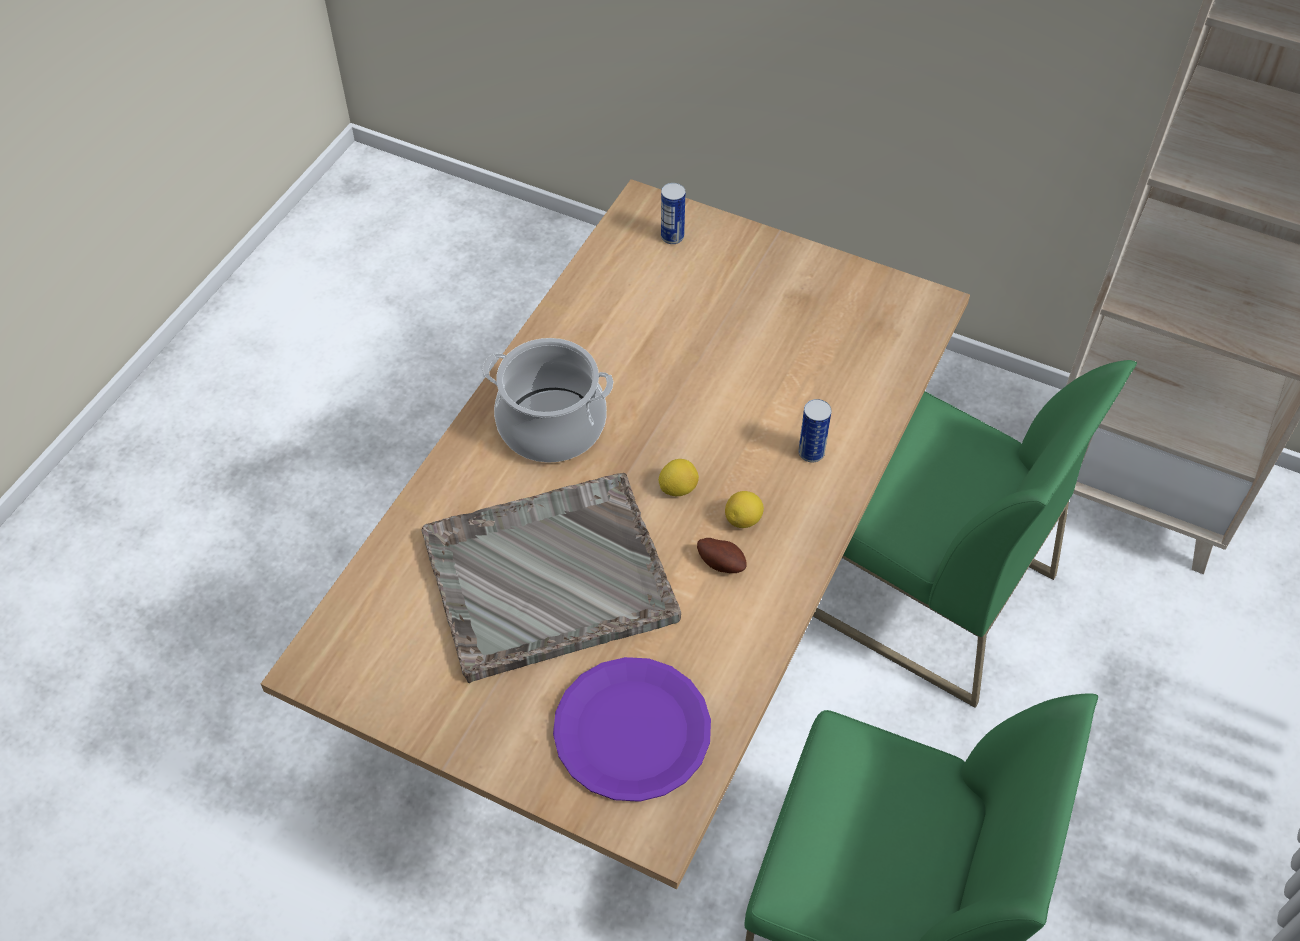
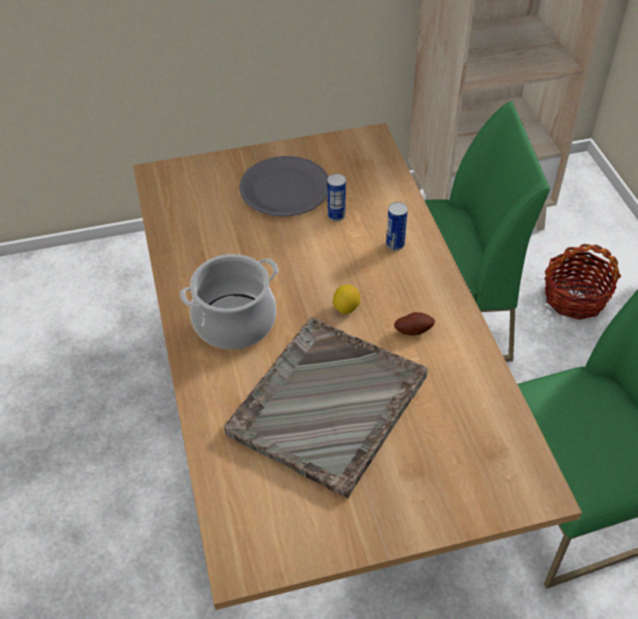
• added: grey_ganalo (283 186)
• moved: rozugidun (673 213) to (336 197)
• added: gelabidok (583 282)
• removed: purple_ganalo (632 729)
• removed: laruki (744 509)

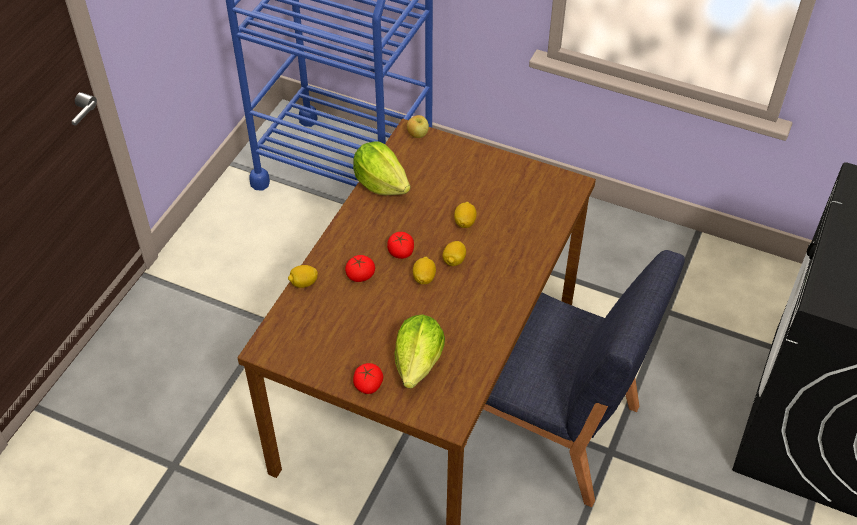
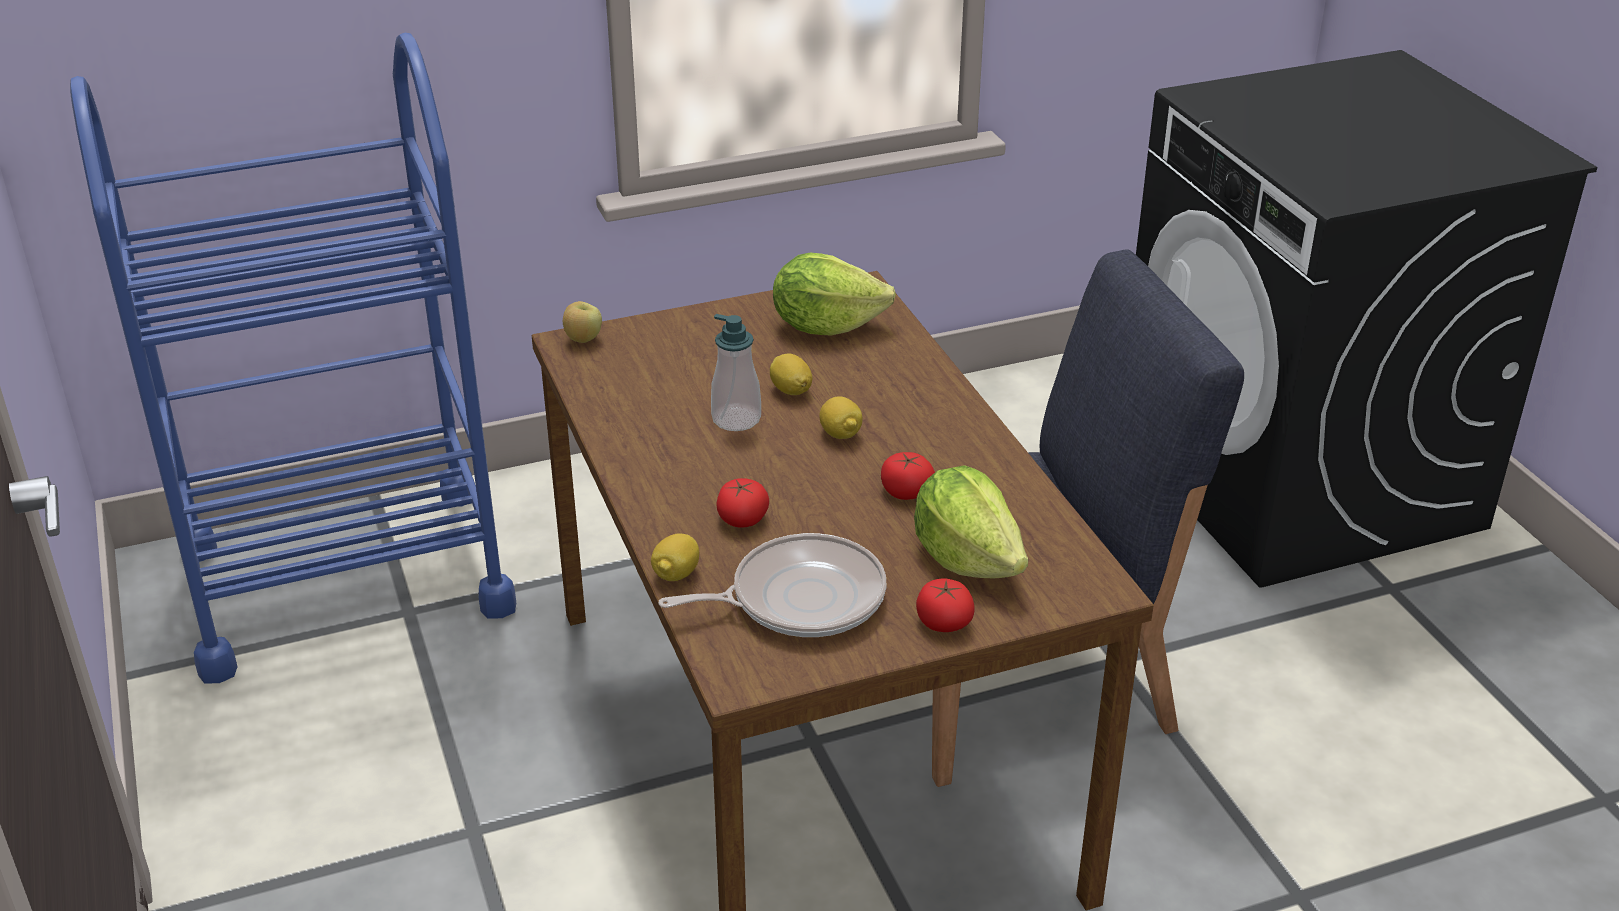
• added: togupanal (772 585)
• added: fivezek (736 372)
• moved: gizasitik (381 168) to (834 294)
• moved: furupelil (400 245) to (908 476)
• removed: laruki (424 270)

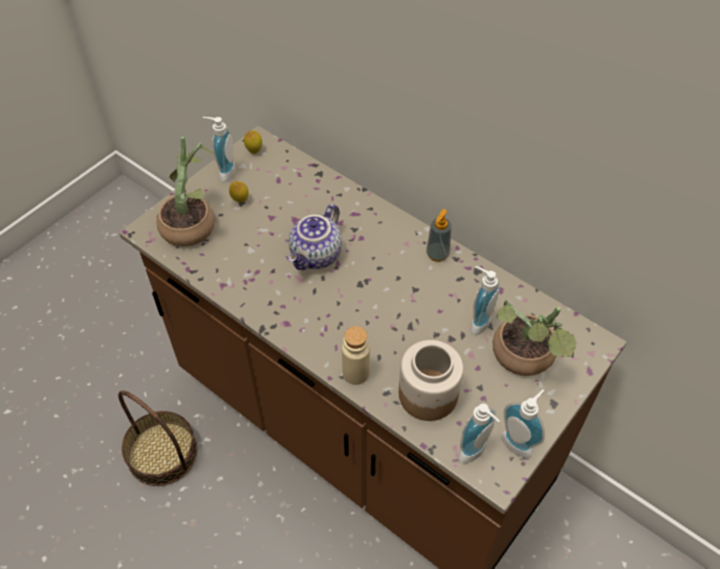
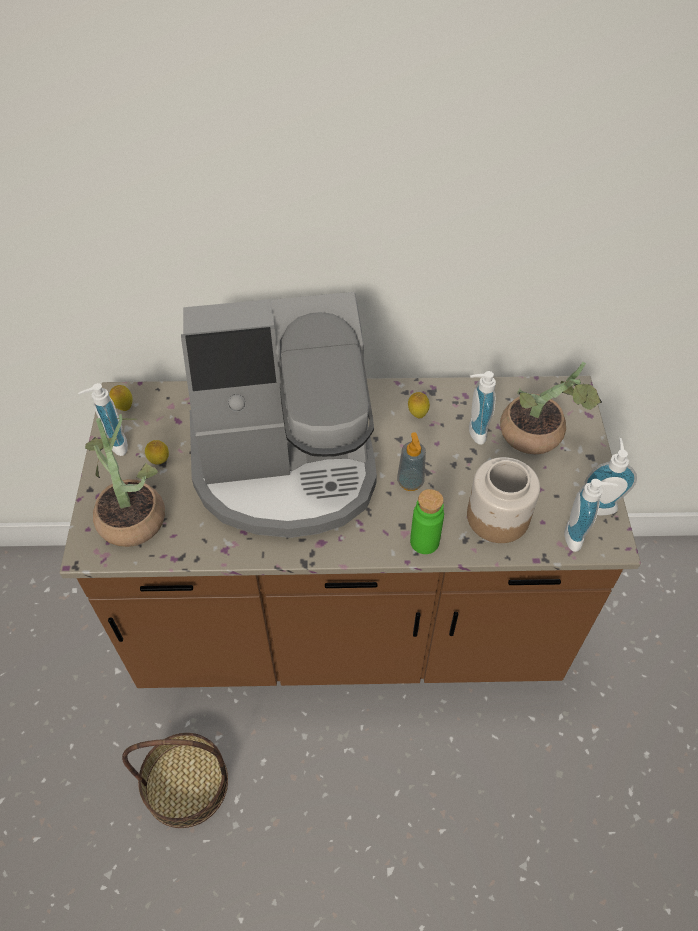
• replaced: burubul (315 237) to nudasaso (279 415)
• moved: fivezek (439 235) to (411 461)
• added: laruki (419 405)
• recoloured: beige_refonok (356 355) to green_refonok (427 521)

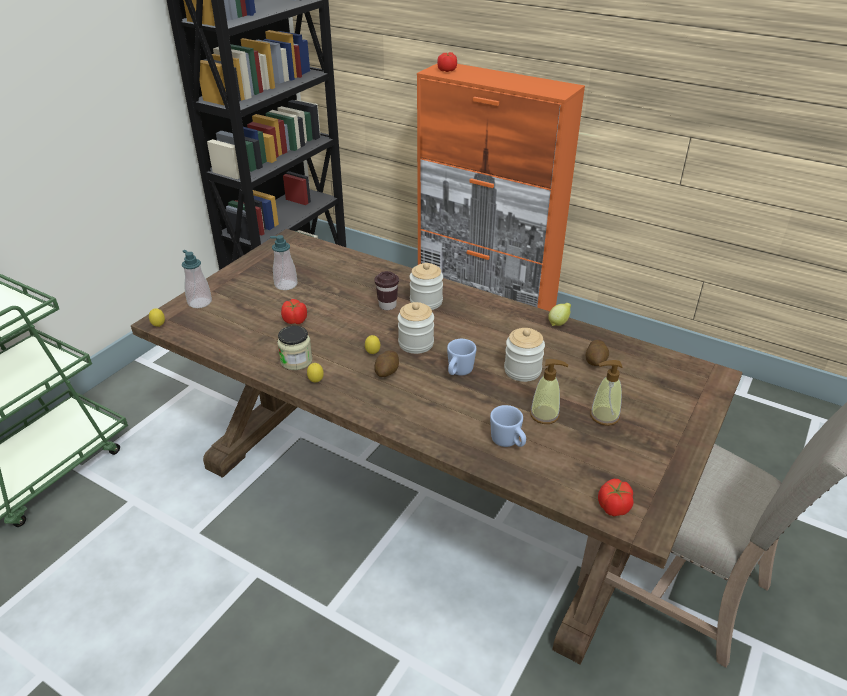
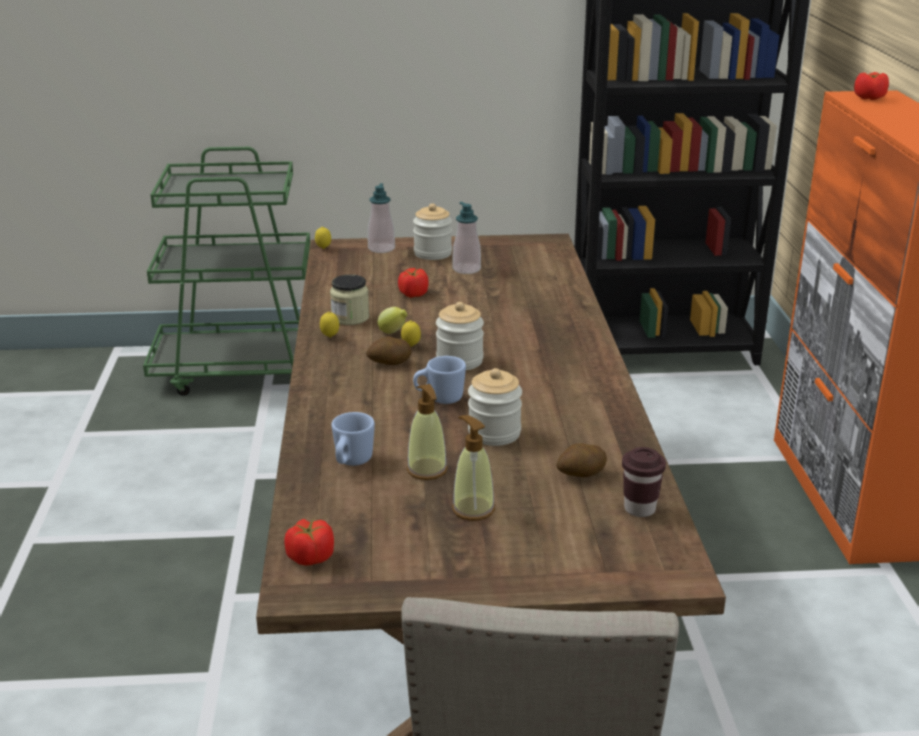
• moved: laruki (559 314) to (392 320)
• moved: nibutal (426 286) to (432 231)
• moved: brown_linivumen (387 290) to (644 482)

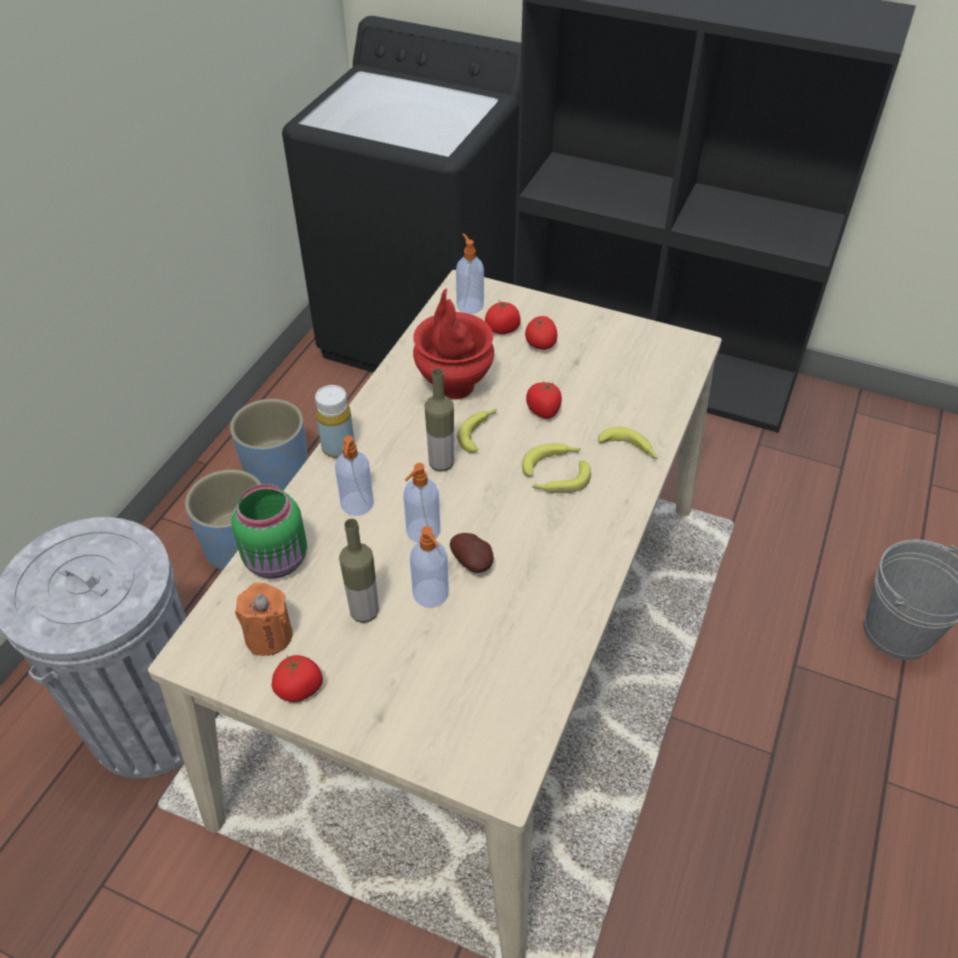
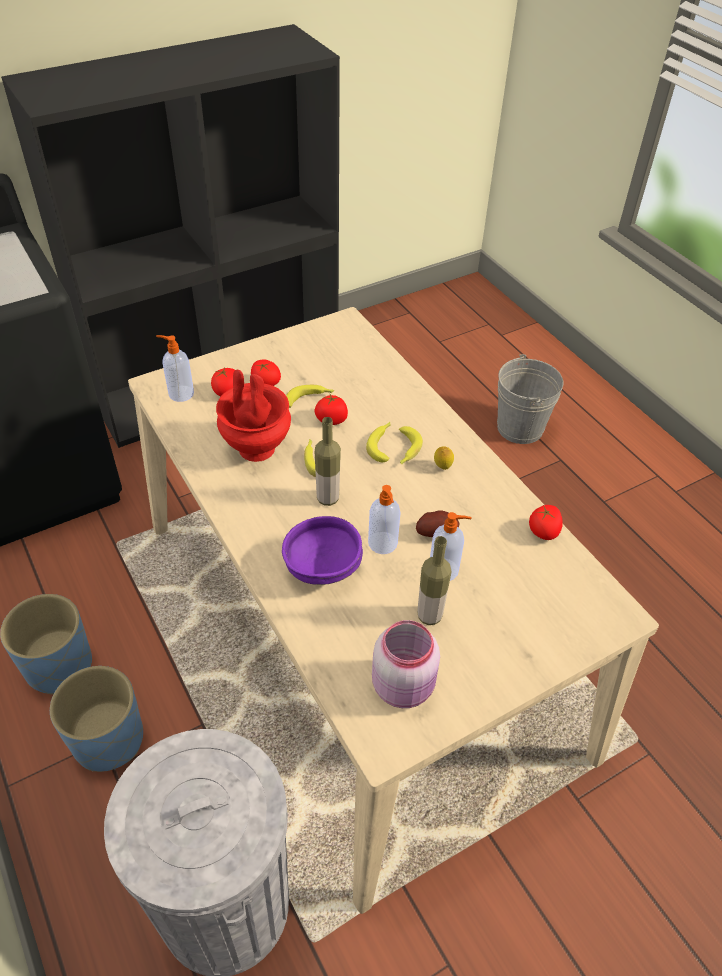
• replaced: fivezek (354 476) to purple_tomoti (322 550)
• moved: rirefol (628 443) to (310 396)
• replaced: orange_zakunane (264 619) to pink_nibutal (406 664)
• added: laruki (444 458)
• moved: furupelil (297 678) to (546 522)
• removed: green_nibutal (269 531)
• removed: yellow_refonok (335 421)

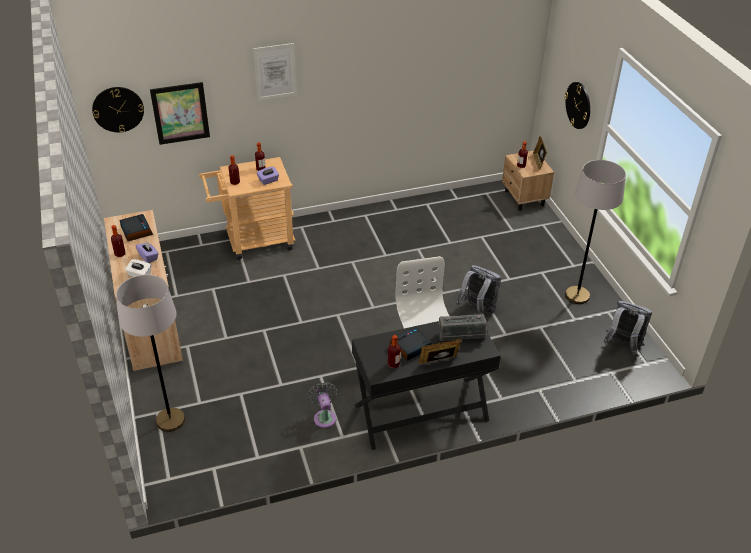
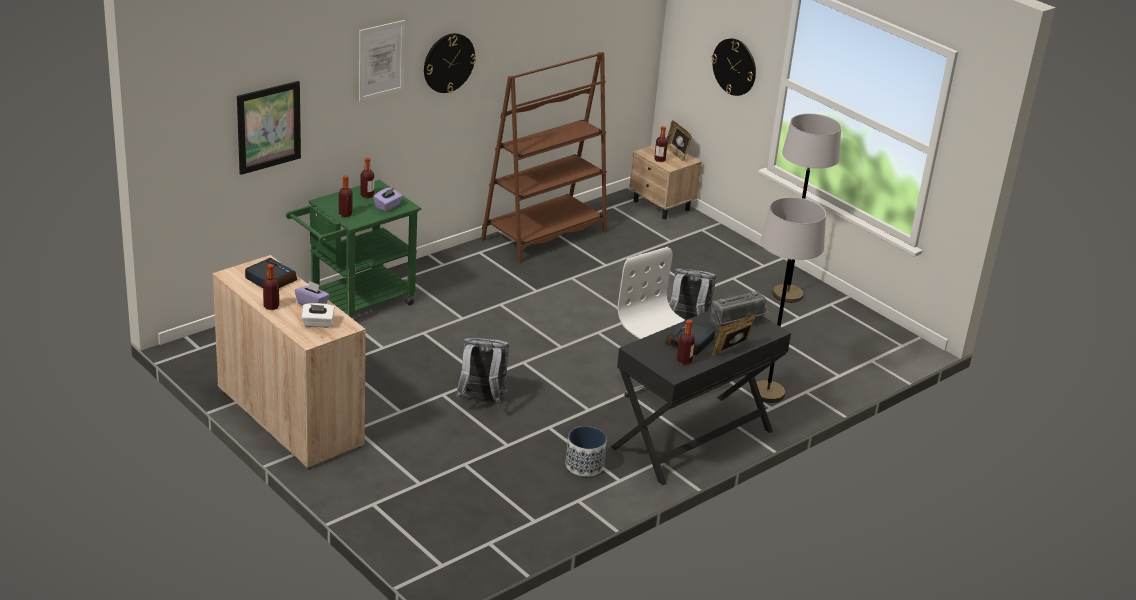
• recoloured: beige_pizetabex (247 208) to green_pizetabex (353 250)
• moved: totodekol (118 110) to (450 63)
• moved: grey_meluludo (628 328) to (482 371)
• added: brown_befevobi (544 157)
• replaced: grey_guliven (322 405) to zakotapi (586 451)
• moved: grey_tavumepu (150 353) to (788 300)

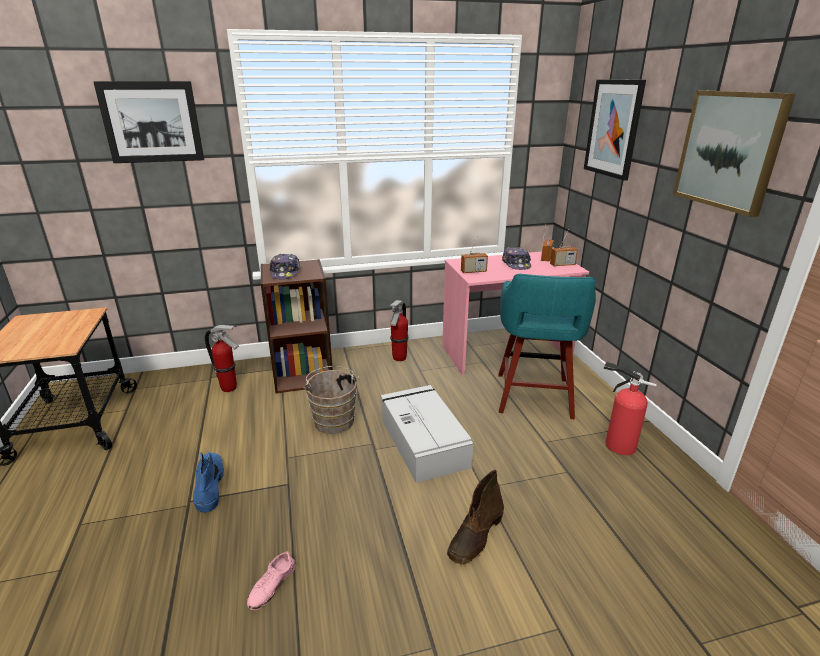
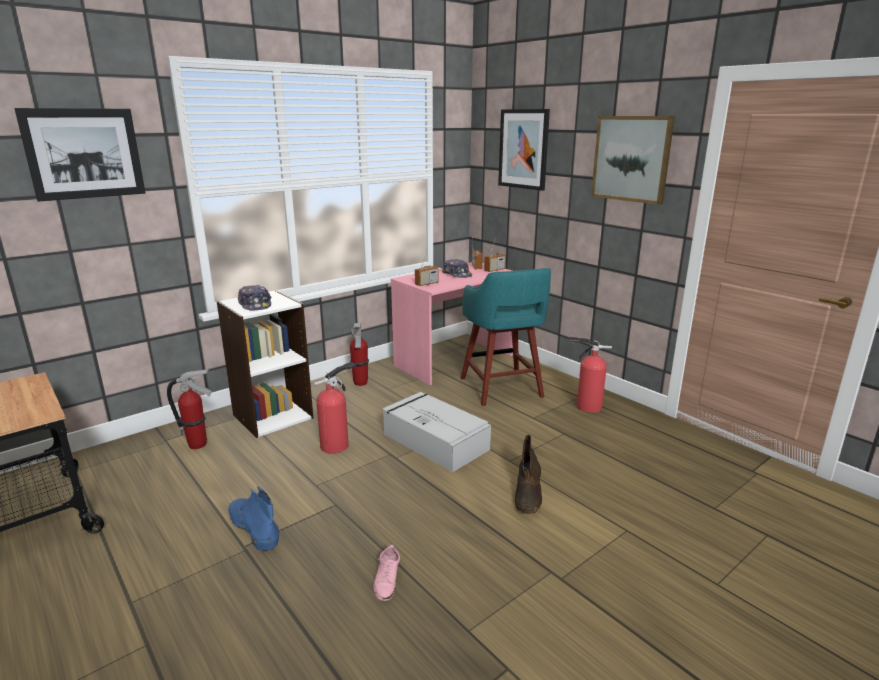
• recoloured: brown_befevobi (296 326) to white_befevobi (265 364)
• replaced: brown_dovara (331 400) to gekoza (334 408)

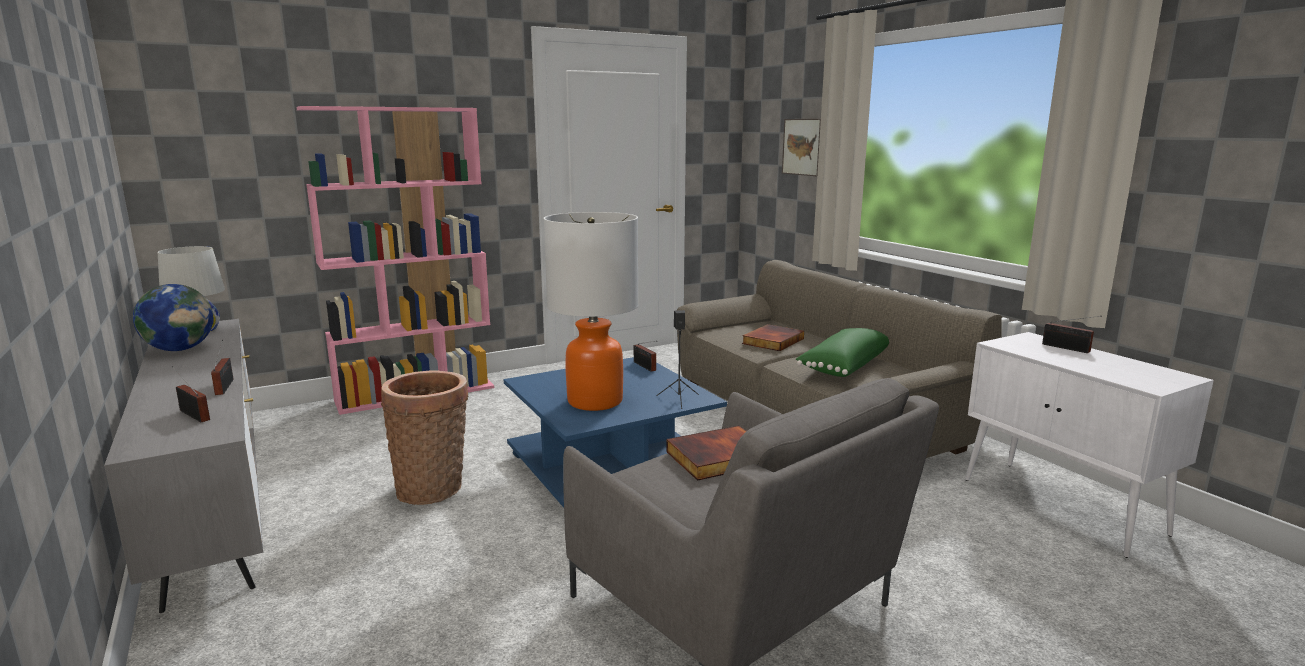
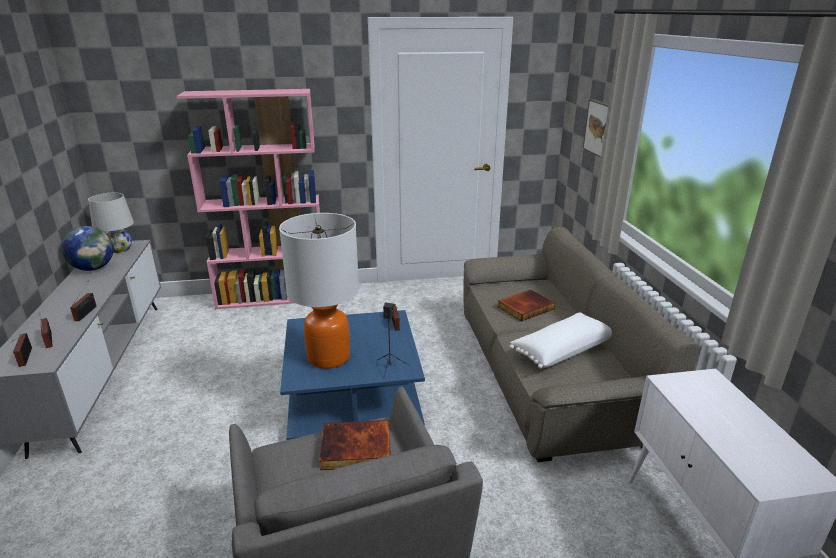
• moved: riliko (1071 334) to (22 350)
• recoloured: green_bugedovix (842 352) to white_bugedovix (560 340)
• removed: gelabidok (424 437)

